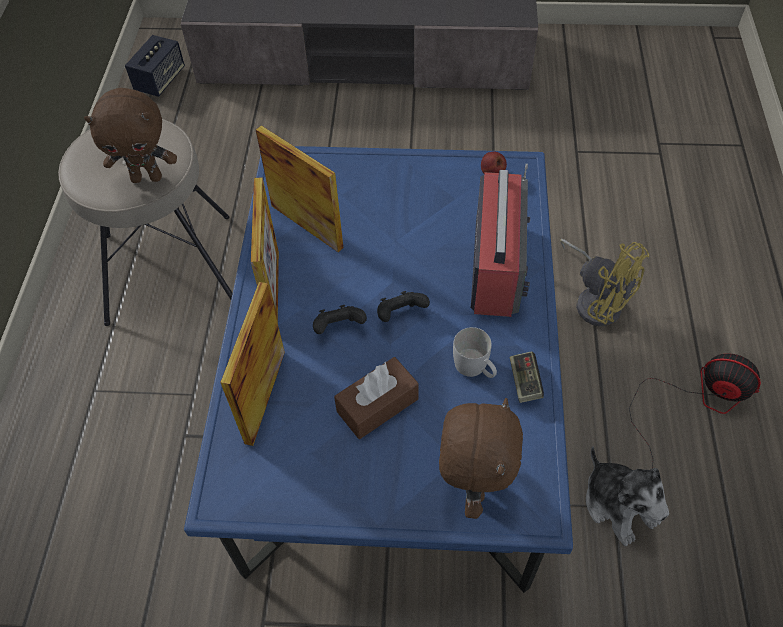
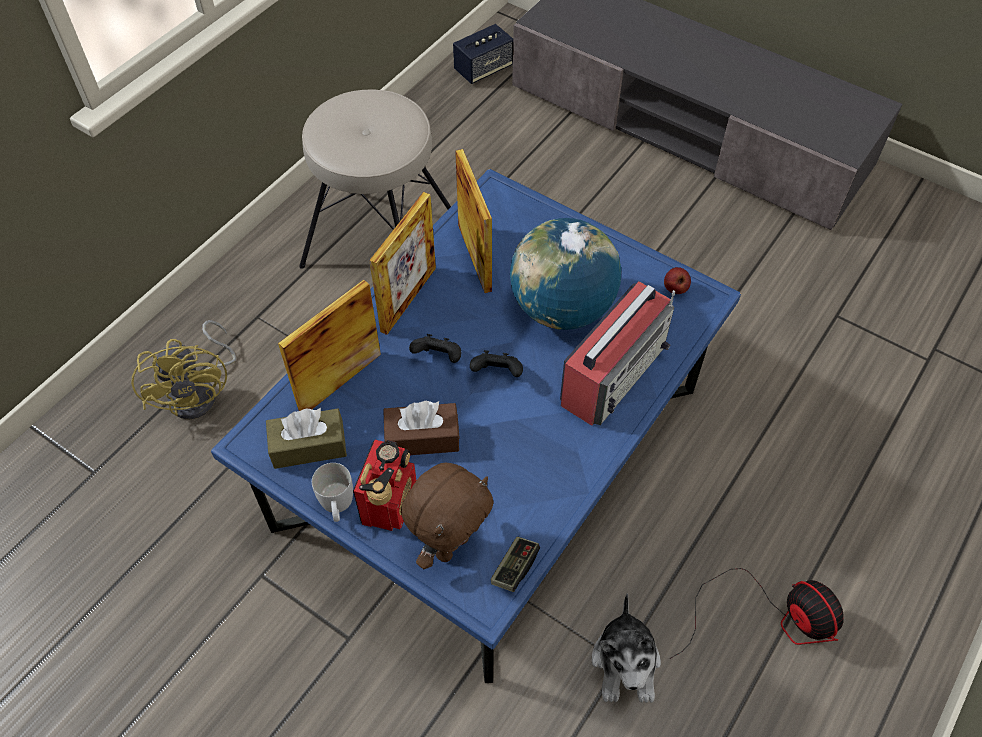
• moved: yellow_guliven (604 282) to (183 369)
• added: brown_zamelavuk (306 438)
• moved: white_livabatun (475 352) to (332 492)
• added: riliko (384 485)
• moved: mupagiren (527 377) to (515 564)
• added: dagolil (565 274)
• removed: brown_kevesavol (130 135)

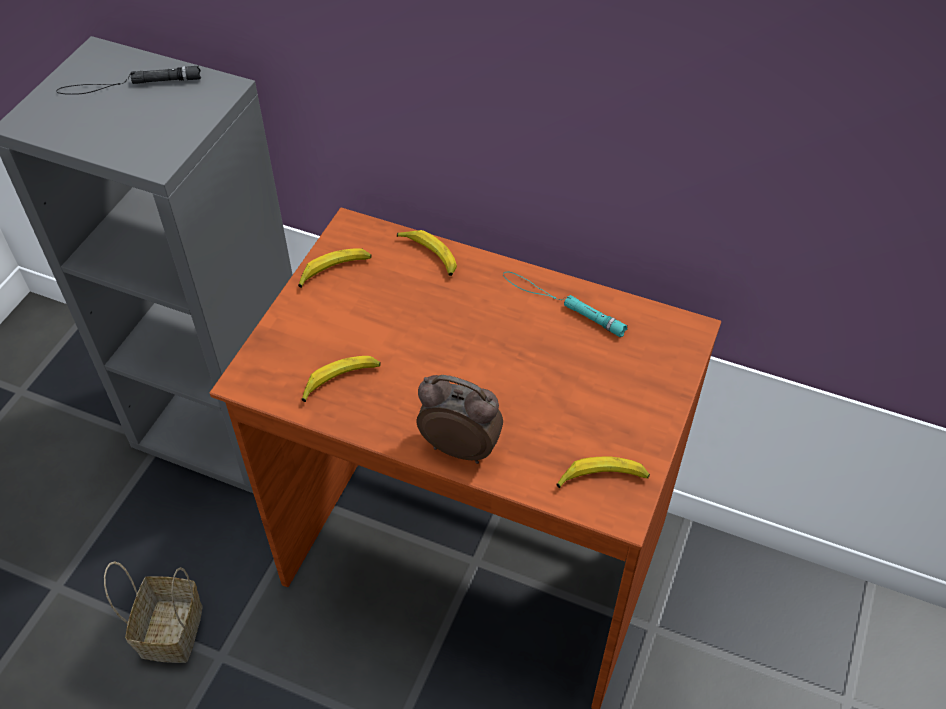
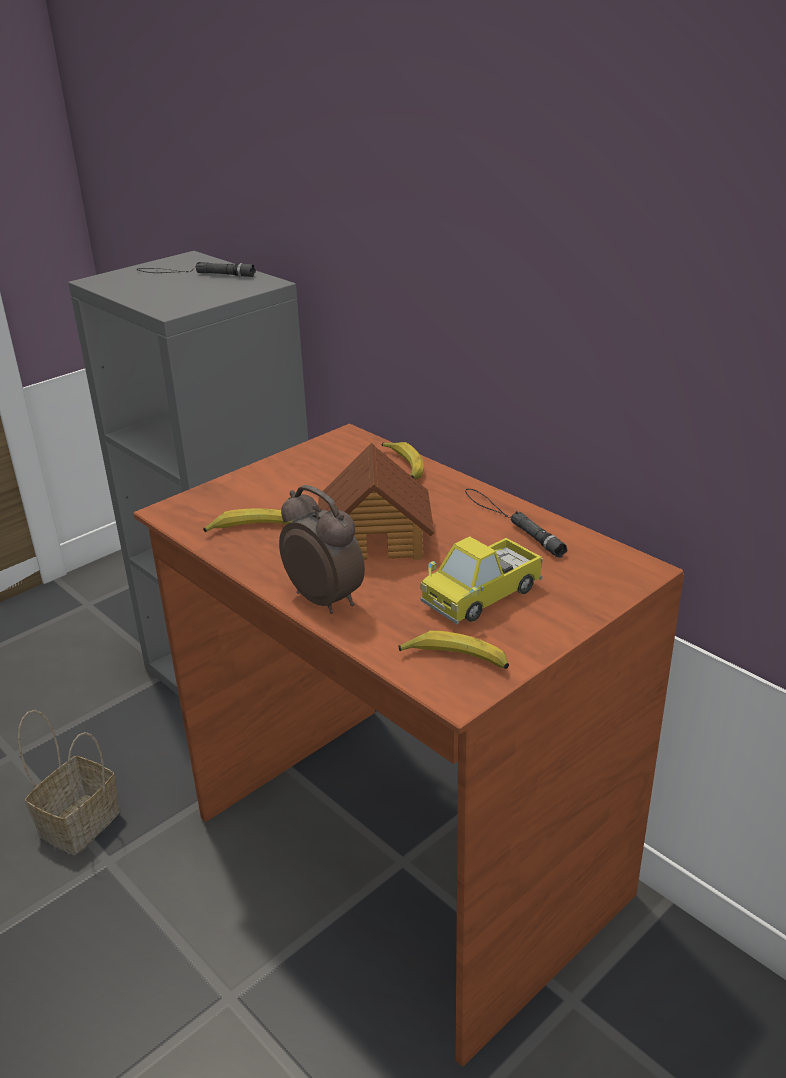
• added: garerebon (376 501)
• added: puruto (481 580)
• recoloured: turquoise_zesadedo (565 304) to black_zesadedo (516 523)
• removed: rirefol (335 268)

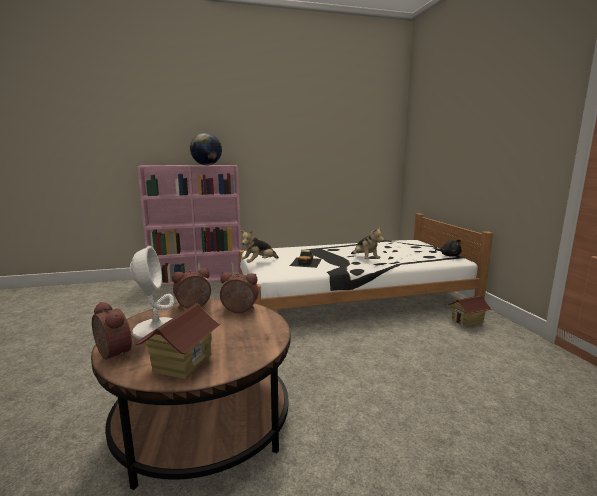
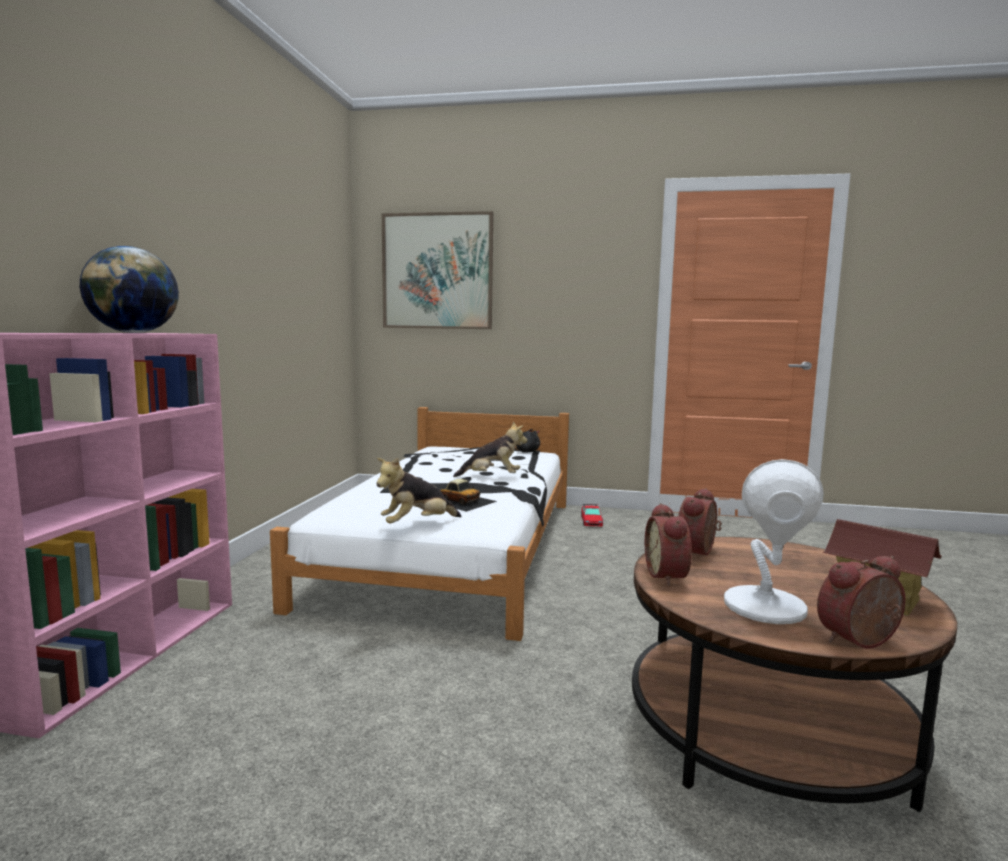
• turned: kevesavol (259 246) = (418 490) 75 degrees clockwise
• added: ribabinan (437 270)
• replaced: garerebon (469 311) to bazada (592 515)

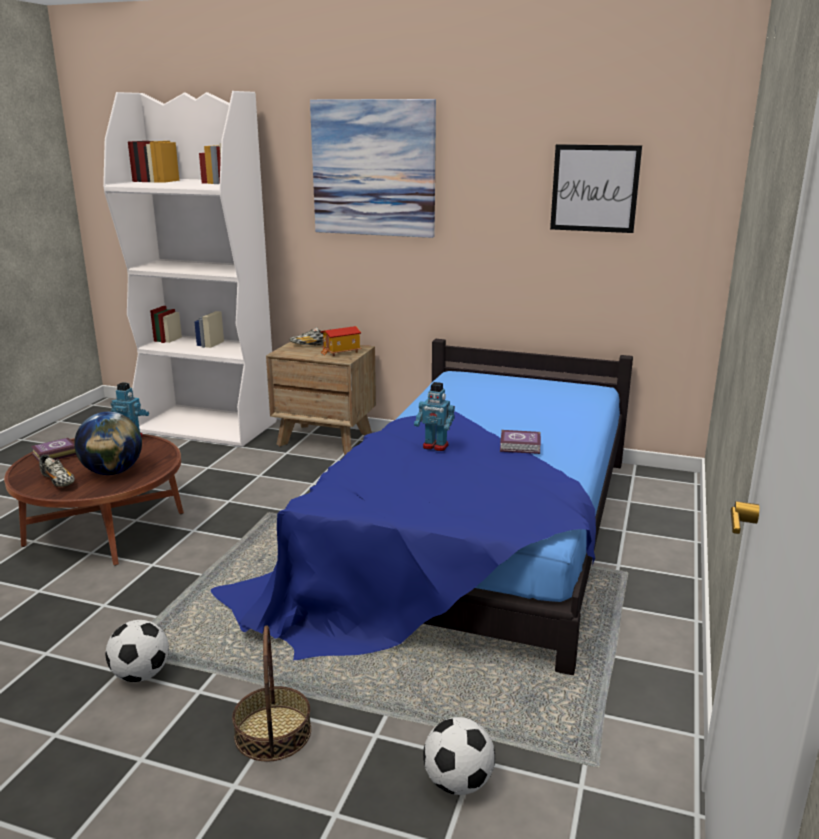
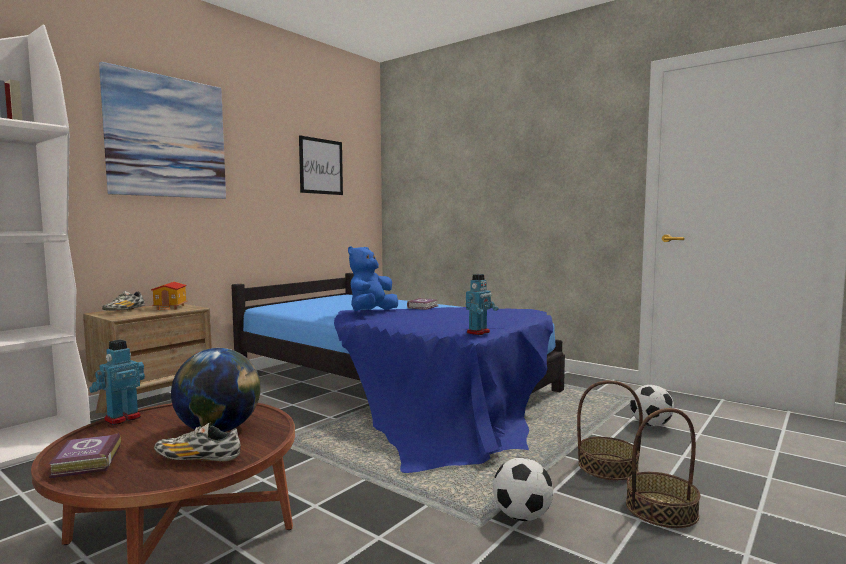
• turned: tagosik (57 470) = (197 442) 150 degrees counterclockwise
• added: blue_kevesavol (373 278)
• moved: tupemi (434 416) to (482 304)
• added: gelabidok (663 468)

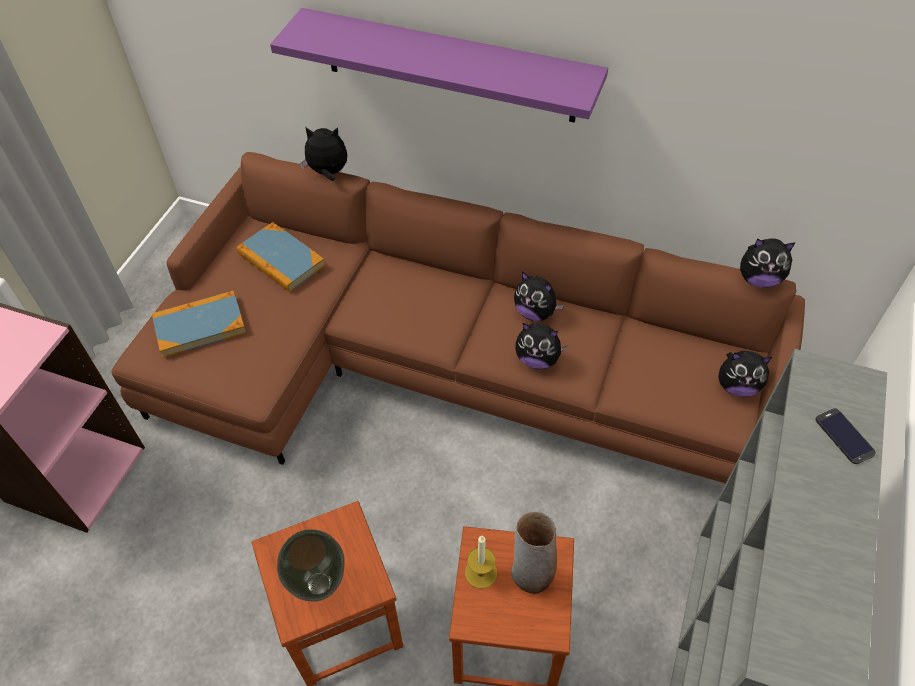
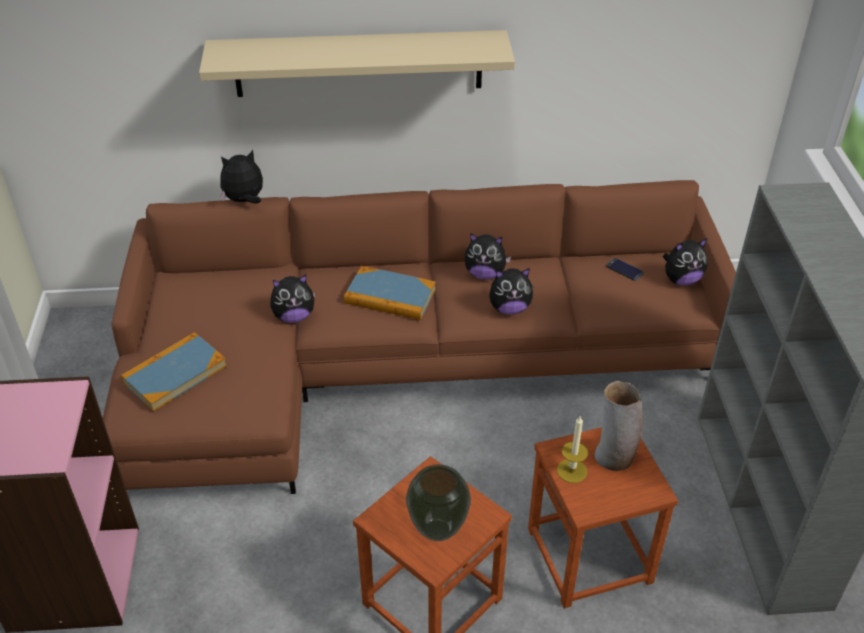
• recoloured: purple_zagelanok (439 65) to beige_zagelanok (357 63)
• moved: kevesavol (768 263) to (293 299)
• moved: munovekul (281 257) to (390 293)
• moved: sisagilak (845 436) to (625 269)

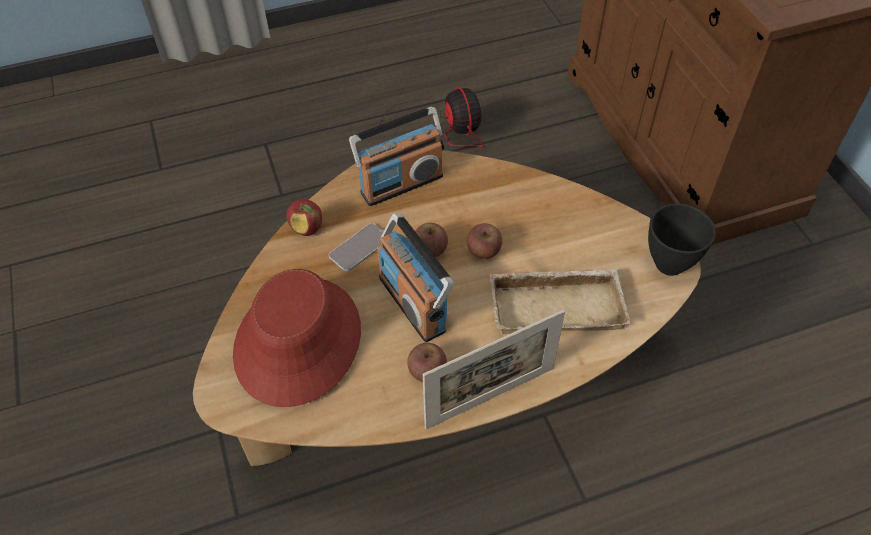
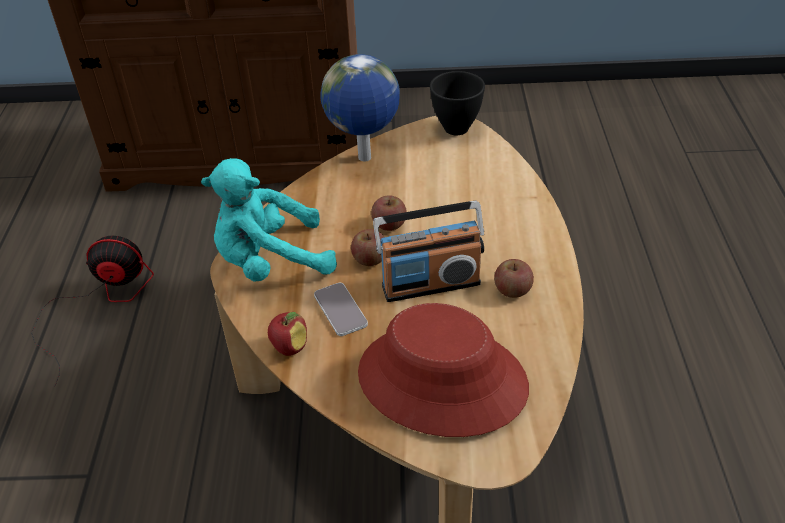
• replaced: riliko (396 156) to turquoise_kevesavol (269 220)
• added: dagolil (360 107)
• removed: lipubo (494 369)
• removed: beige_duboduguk (560 301)

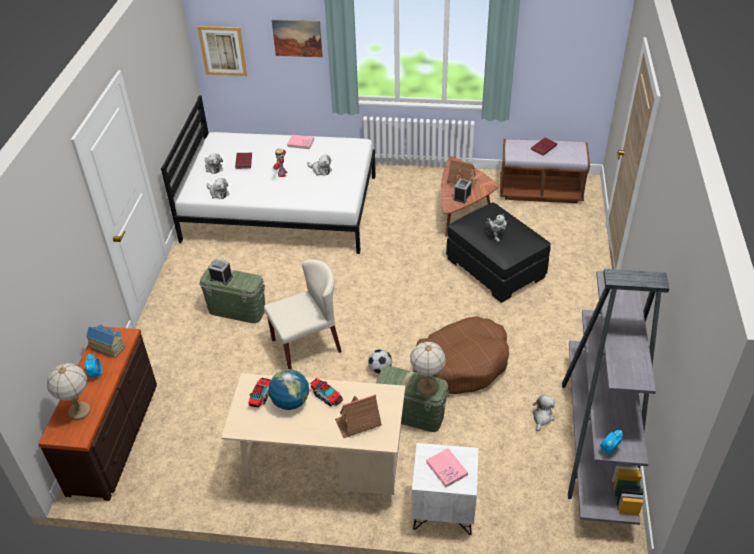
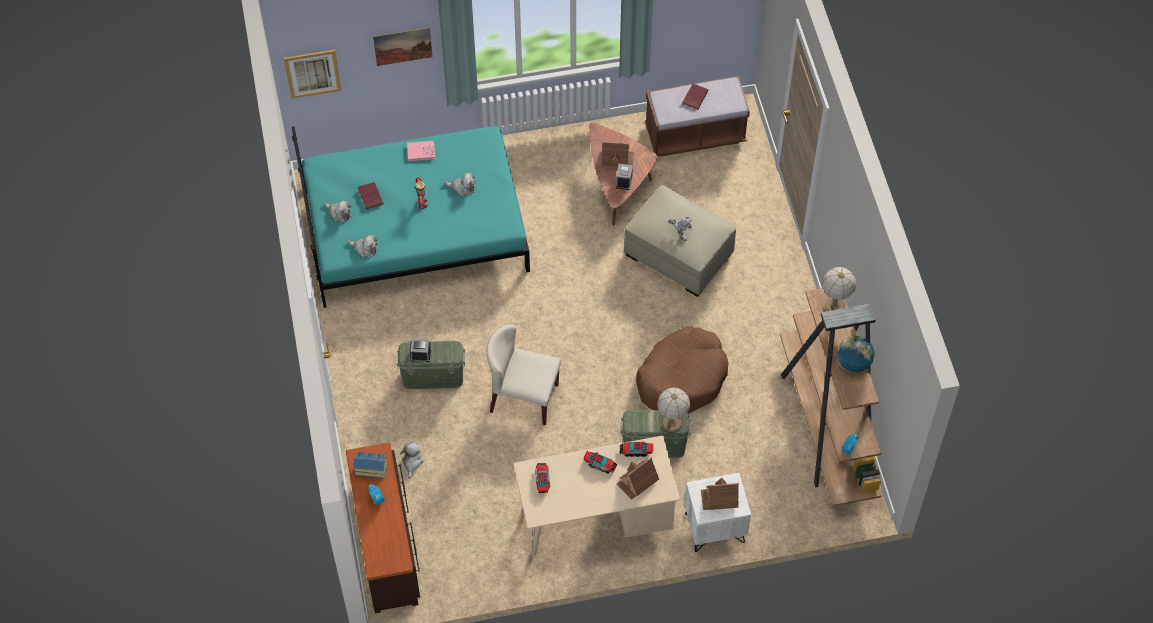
• recoloured: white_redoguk (268 174) to turquoise_redoguk (411 217)
• moved: kevesavol (543 413) to (411 460)
• turned: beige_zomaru (303 314) = (523 375) 120 degrees counterclockwise
• added: puruto (636 449)
• recoloured: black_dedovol (498 252) to beige_dedovol (680 241)
• replaced: pink_munovekul (447 467) to garerebon (720 494)
• recoloured: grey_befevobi (615 397) to brown_befevobi (830 397)
• moved: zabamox (69 391) to (839 289)
• moved: dagolil (289 389) to (856 353)
• removed: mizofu (380 361)

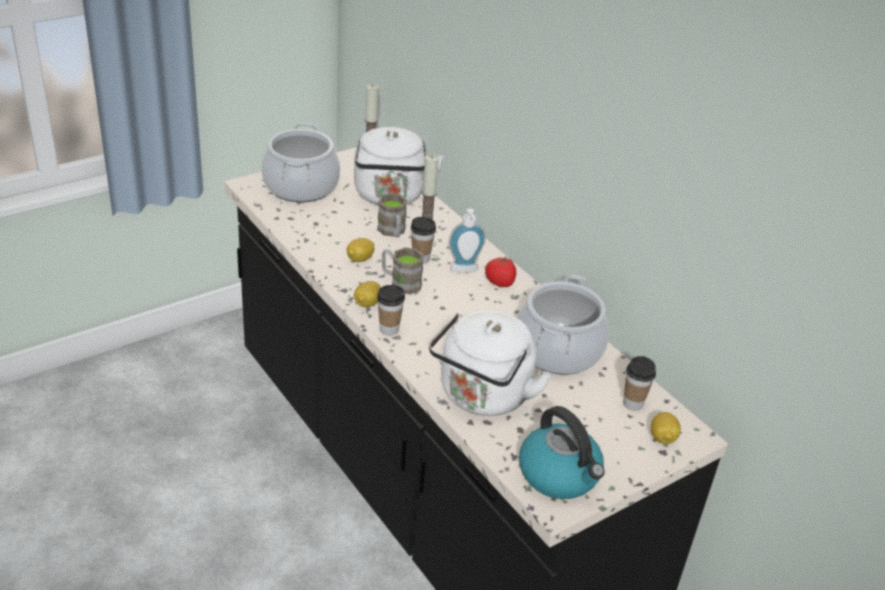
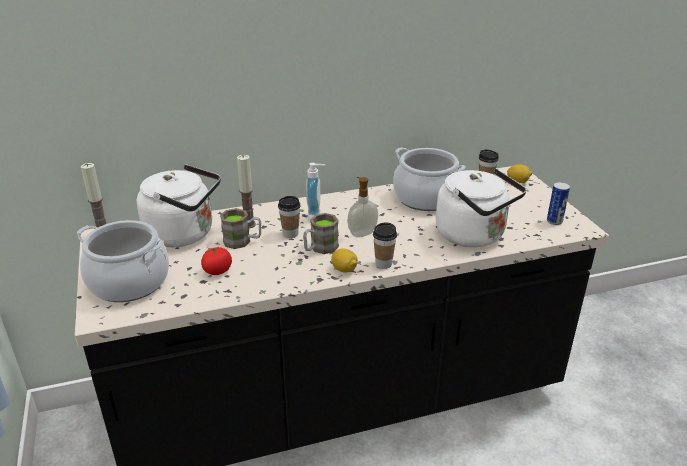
• moved: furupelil (500 272) to (216 261)
• added: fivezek (362 207)
• replaced: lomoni (562 452) to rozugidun (558 203)
• removed: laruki (360 250)

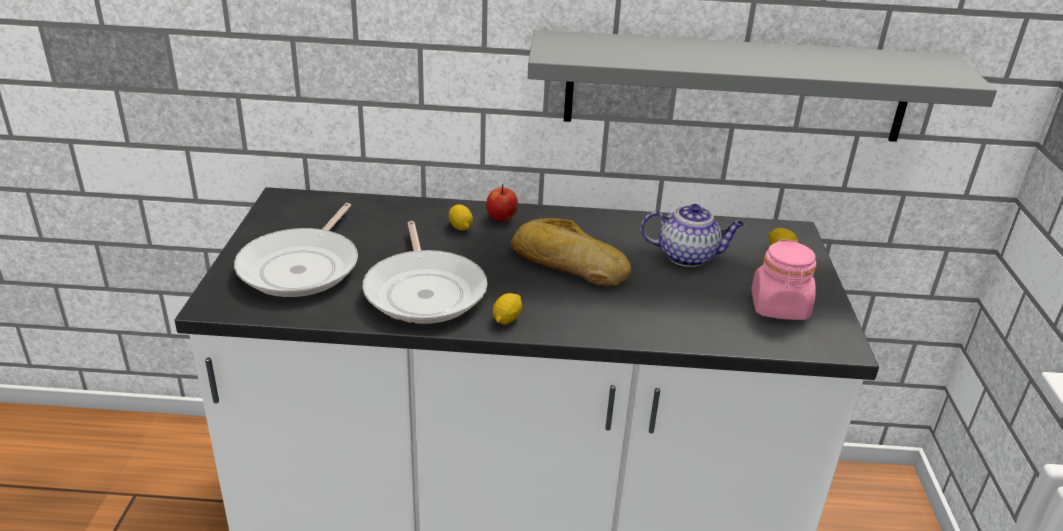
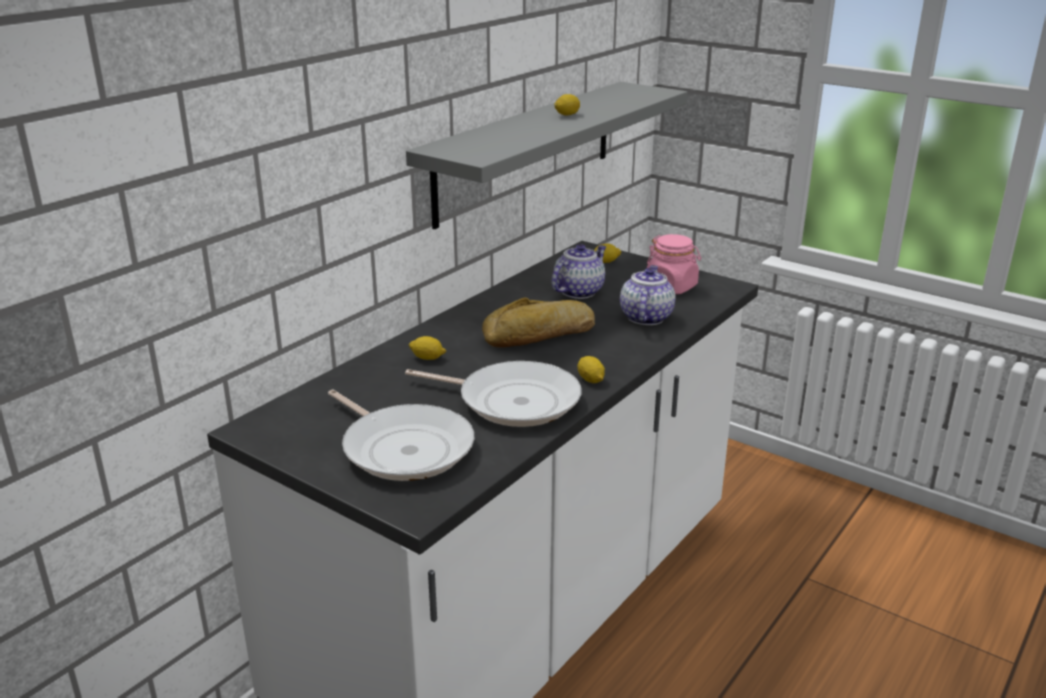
• added: laruki (567 105)
• added: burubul (648 295)
• removed: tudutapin (502 203)

